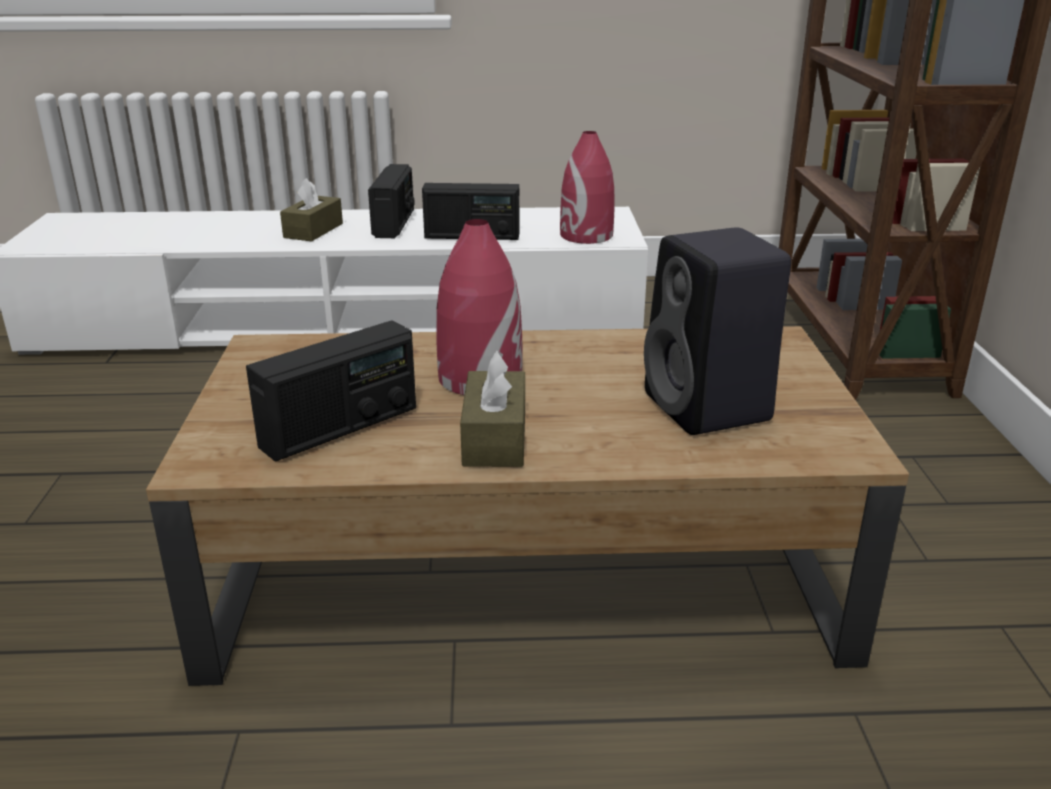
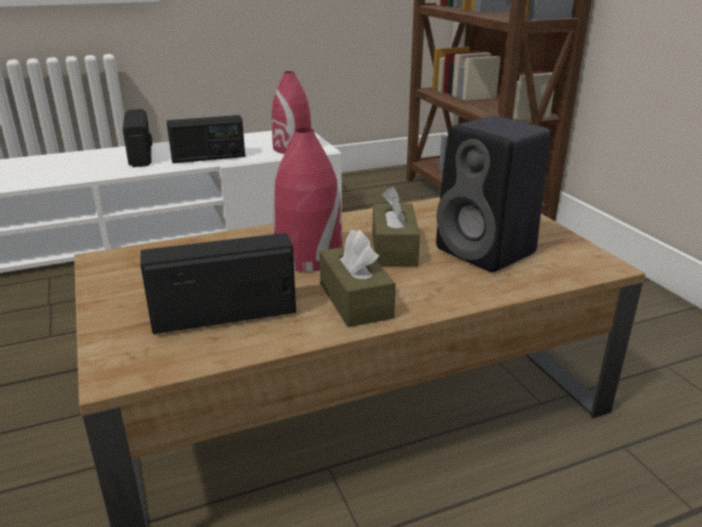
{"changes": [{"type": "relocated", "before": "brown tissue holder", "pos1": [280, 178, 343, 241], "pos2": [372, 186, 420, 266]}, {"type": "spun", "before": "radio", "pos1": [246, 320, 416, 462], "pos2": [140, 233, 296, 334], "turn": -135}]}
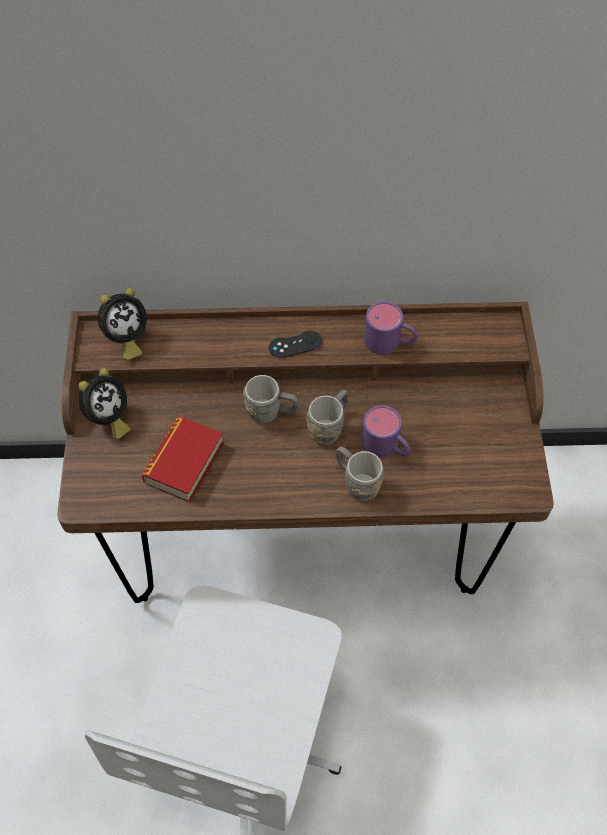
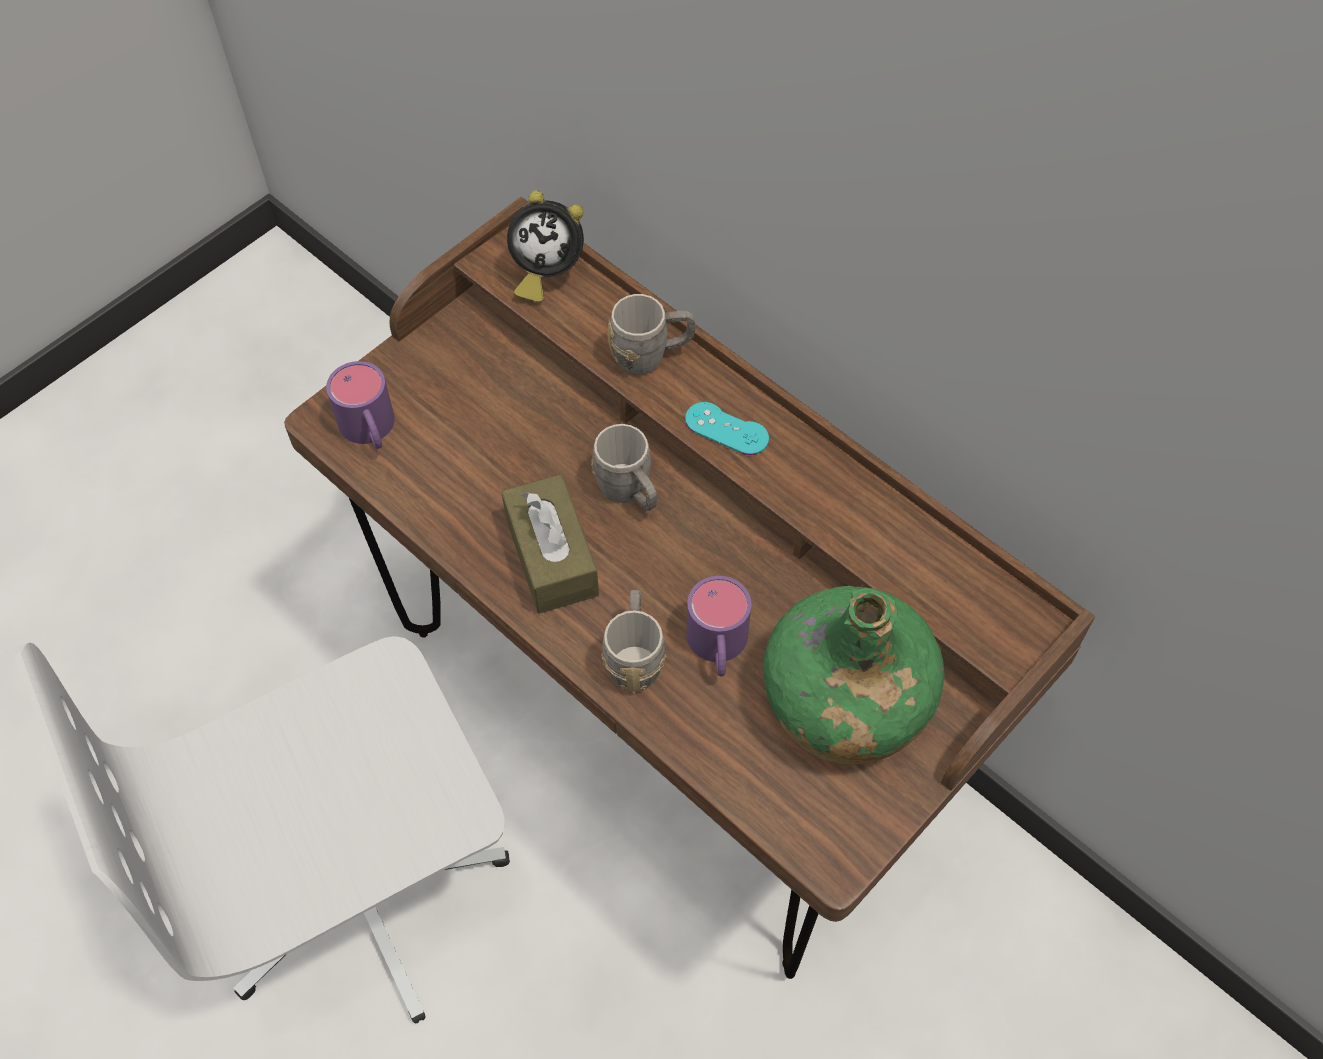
{"changes": [{"type": "missing", "before": "bedside clock", "pos1": [78, 368, 131, 439]}, {"type": "missing", "before": "volume", "pos1": [142, 416, 224, 503]}, {"type": "appeared", "after": "brown tissue holder", "pos2": [501, 474, 599, 614]}, {"type": "appeared", "after": "greenish bottle", "pos2": [763, 586, 944, 764]}, {"type": "relocated", "before": "gray mug", "pos1": [306, 390, 349, 445], "pos2": [607, 294, 695, 375]}, {"type": "relocated", "before": "purple mug", "pos1": [364, 301, 418, 354], "pos2": [326, 361, 395, 449]}, {"type": "colour", "before": "blackish gamepad", "after": "turquoise-coloured gamepad", "pos1": [269, 331, 322, 358], "pos2": [685, 402, 769, 455]}]}
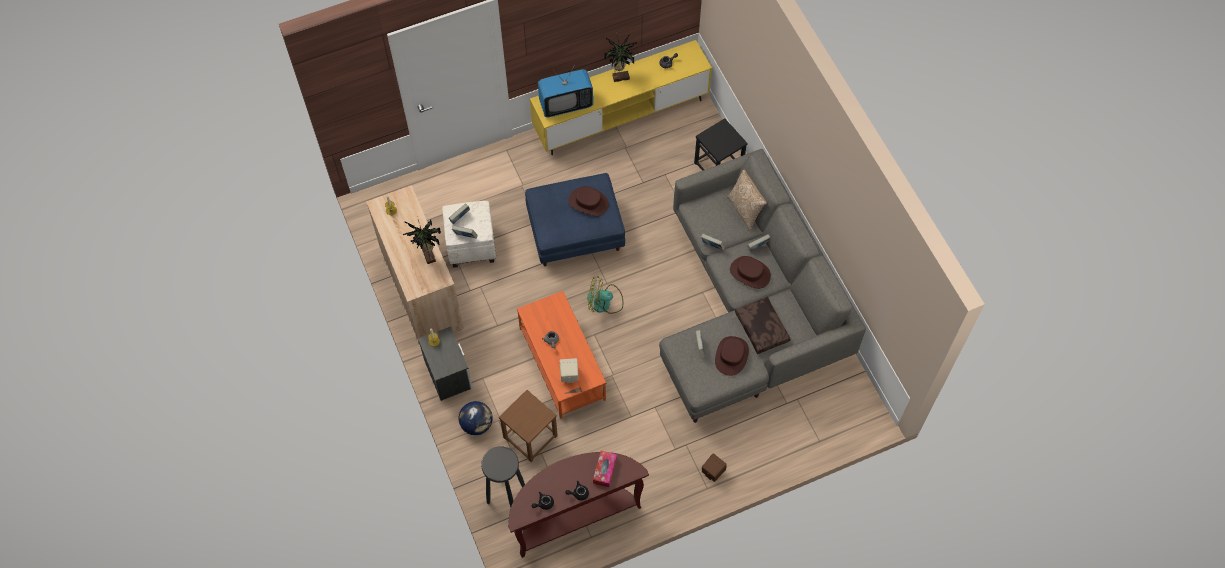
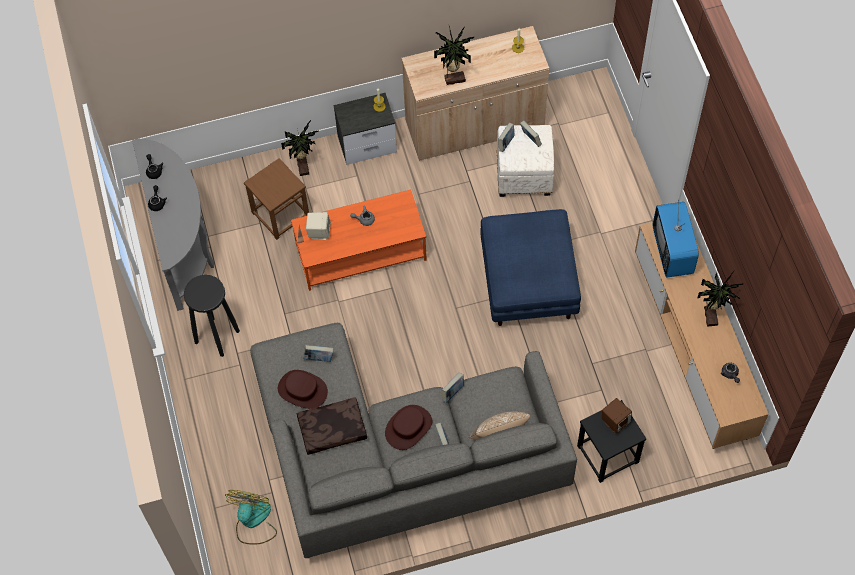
{"changes": [{"type": "missing", "before": "brown clothing hat", "pos1": [568, 186, 609, 216]}, {"type": "missing", "before": "tissue holder", "pos1": [593, 451, 617, 487]}, {"type": "relocated", "before": "blackish stool", "pos1": [481, 447, 525, 507], "pos2": [184, 275, 240, 357]}, {"type": "relocated", "before": "electric fan", "pos1": [587, 276, 623, 314], "pos2": [225, 490, 277, 545]}, {"type": "relocated", "before": "brown audio speaker", "pos1": [702, 453, 727, 482], "pos2": [602, 398, 632, 433]}, {"type": "exchanged", "before": "desk globe", "after": "potted plant", "pos1": [459, 401, 493, 435], "pos2": [281, 120, 319, 176]}, {"type": "colour", "before": "brown console table", "after": "gray console table", "pos1": [508, 452, 649, 558], "pos2": [132, 139, 214, 311]}, {"type": "colour", "before": "yellow tv unit", "after": "brown tv unit", "pos1": [530, 40, 712, 155], "pos2": [635, 222, 769, 449]}]}
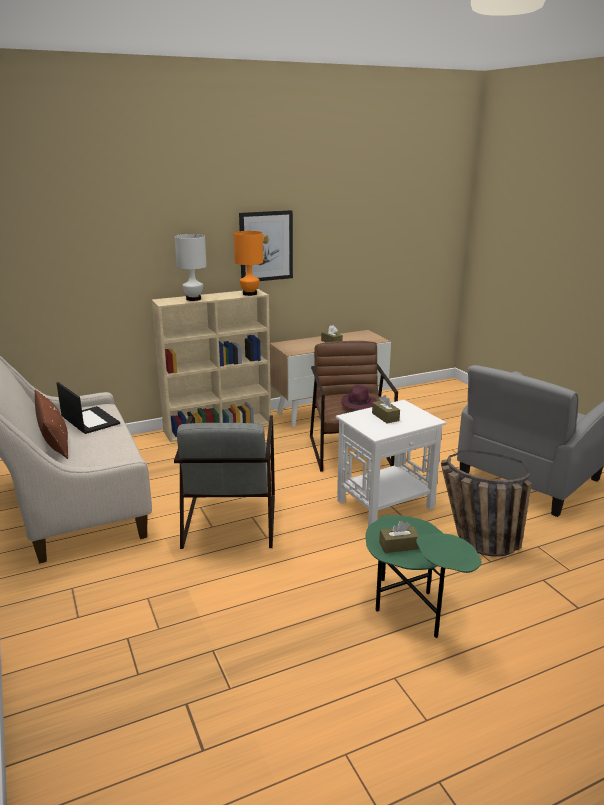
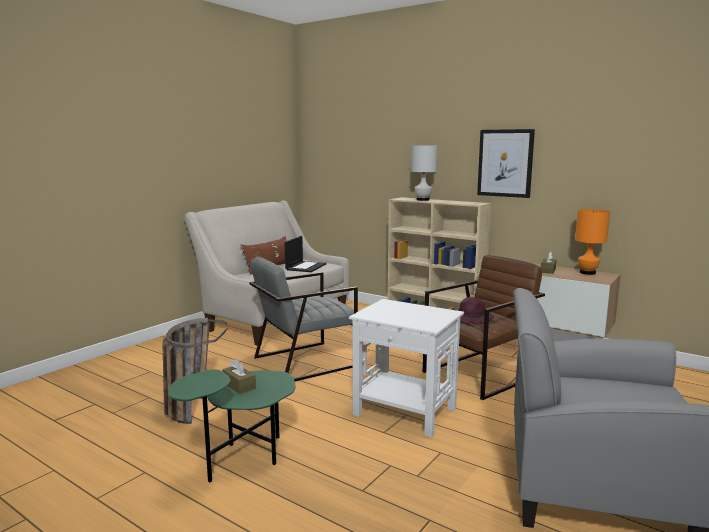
{"changes": [{"type": "missing", "before": "brown tissue holder", "pos1": [372, 395, 400, 424]}, {"type": "relocated", "before": "orangey lamp for a table", "pos1": [234, 231, 263, 296], "pos2": [575, 209, 610, 275]}, {"type": "relocated", "before": "storage basket", "pos1": [441, 450, 532, 557], "pos2": [162, 318, 227, 424]}]}
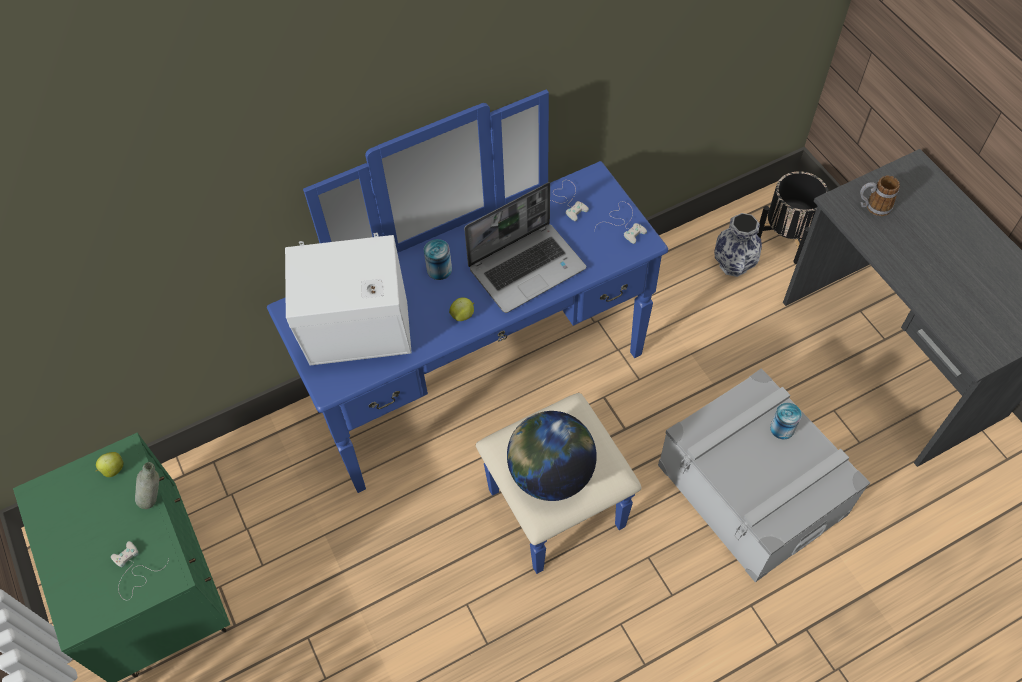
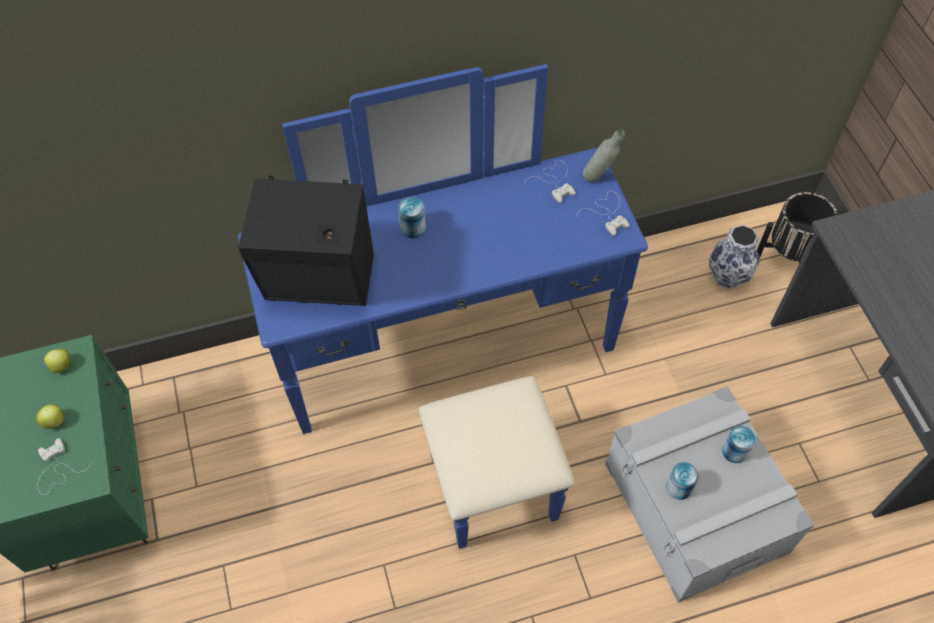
{"changes": [{"type": "missing", "before": "portable computer", "pos1": [464, 182, 586, 313]}, {"type": "missing", "before": "desk globe", "pos1": [507, 411, 597, 501]}, {"type": "missing", "before": "mug", "pos1": [860, 175, 900, 216]}, {"type": "appeared", "after": "sealed can", "pos2": [666, 462, 699, 500]}, {"type": "relocated", "before": "gray bottle", "pos1": [135, 462, 159, 509], "pos2": [583, 129, 625, 183]}, {"type": "relocated", "before": "apple", "pos1": [449, 297, 474, 321], "pos2": [36, 404, 66, 429]}, {"type": "colour", "before": "white-coloured audio speaker", "after": "blackish audio speaker", "pos1": [285, 233, 412, 365], "pos2": [238, 175, 374, 306]}]}
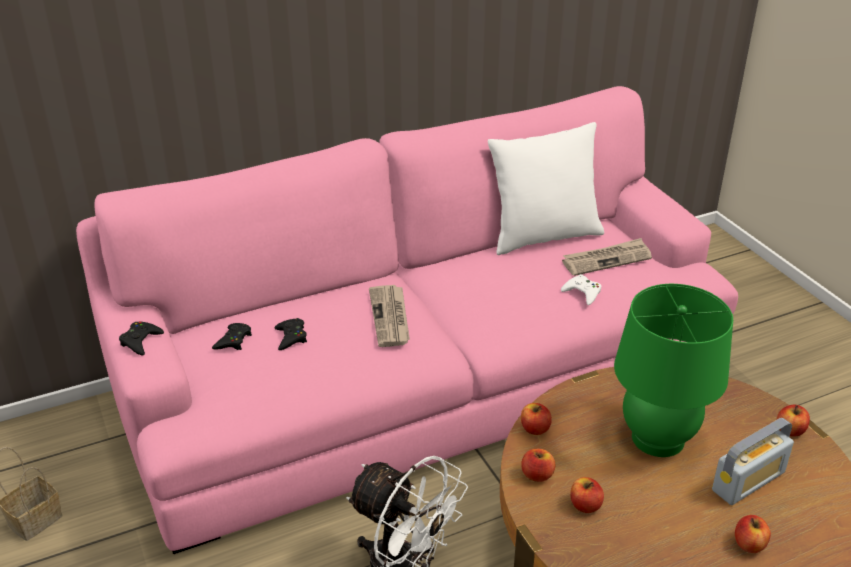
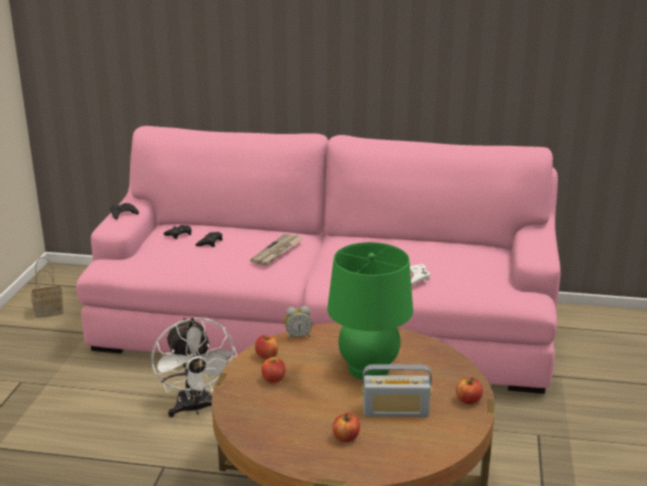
{"changes": [{"type": "missing", "before": "white-coloured pillow", "pos1": [488, 122, 604, 255]}, {"type": "missing", "before": "daily paper", "pos1": [562, 238, 652, 276]}, {"type": "exchanged", "before": "apple", "after": "bedside clock", "pos1": [521, 403, 552, 435], "pos2": [285, 306, 312, 340]}]}
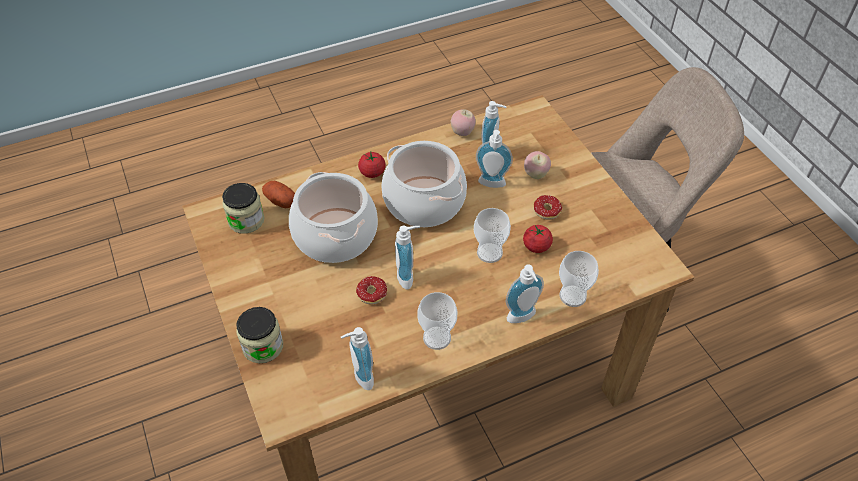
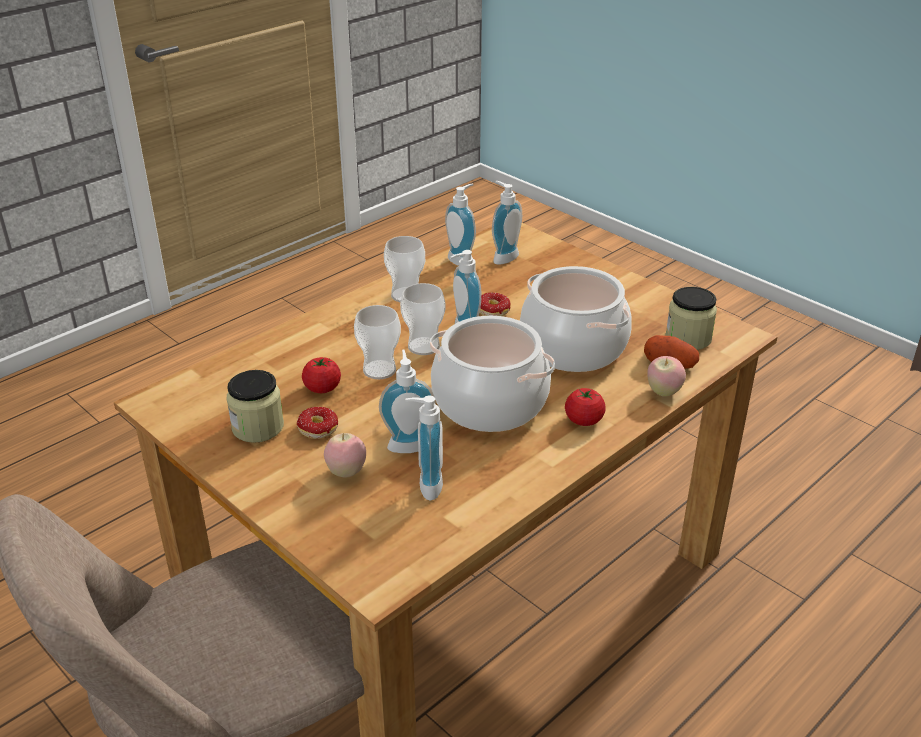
{"changes": [{"type": "relocated", "before": "jar", "pos1": [236, 307, 283, 363], "pos2": [227, 370, 284, 443]}, {"type": "relocated", "before": "apple", "pos1": [451, 109, 476, 136], "pos2": [647, 356, 686, 397]}, {"type": "relocated", "before": "soap bottle", "pos1": [506, 264, 544, 323], "pos2": [492, 181, 522, 265]}, {"type": "relocated", "before": "small cup", "pos1": [559, 251, 599, 307], "pos2": [400, 283, 445, 355]}]}
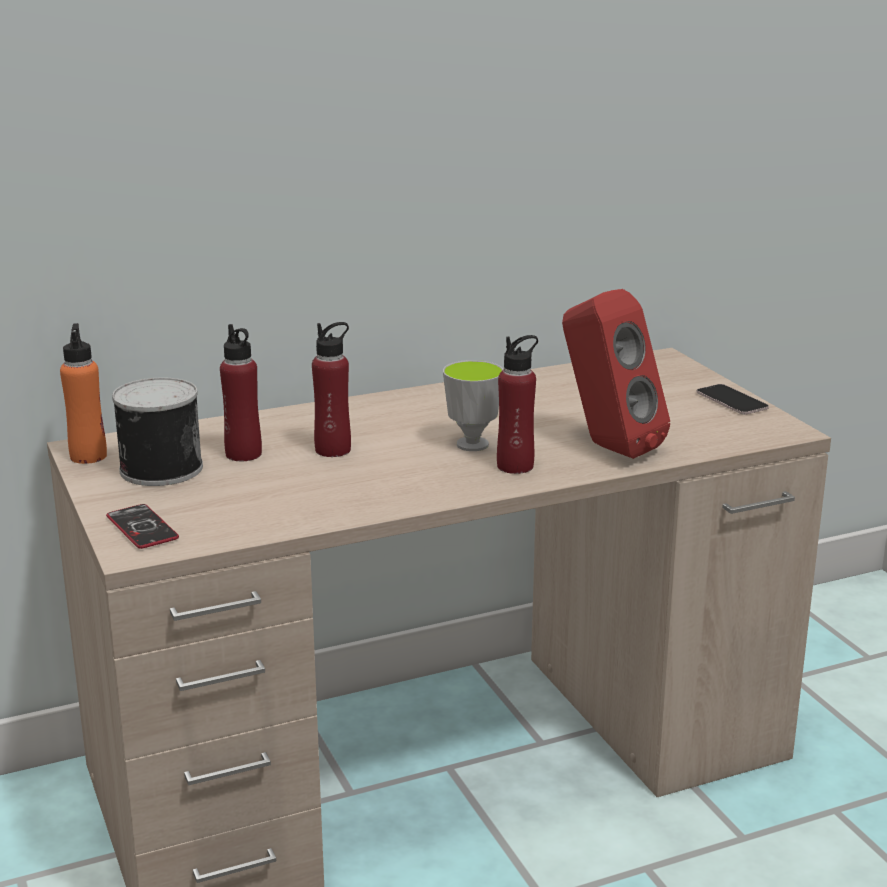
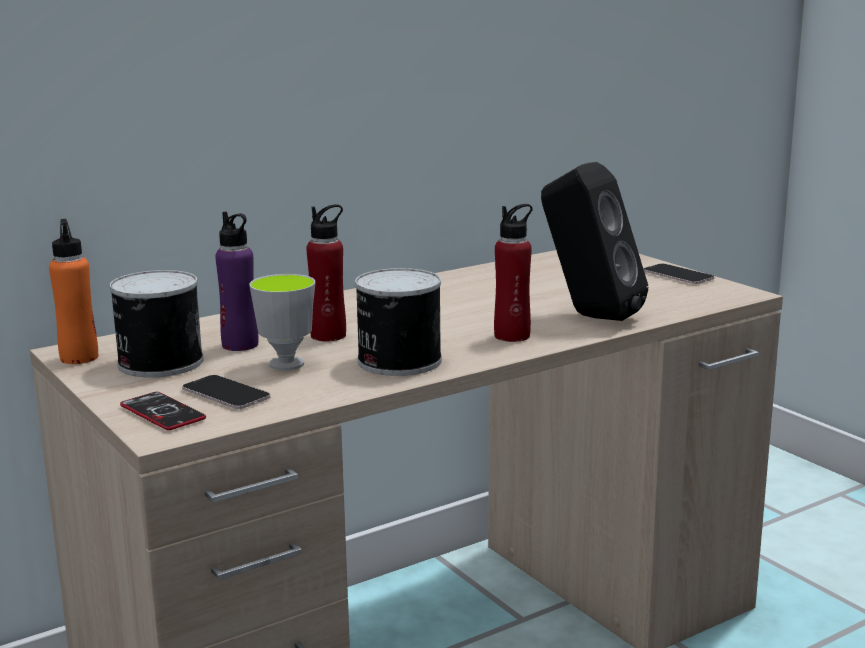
{"changes": [{"type": "appeared", "after": "handset", "pos2": [182, 375, 270, 409]}, {"type": "appeared", "after": "sealed can", "pos2": [355, 268, 442, 376]}, {"type": "relocated", "before": "small cup", "pos1": [443, 360, 504, 451], "pos2": [249, 274, 316, 371]}, {"type": "colour", "before": "red-coloured bottle", "after": "purple bottle", "pos1": [220, 324, 262, 461], "pos2": [215, 212, 258, 351]}, {"type": "colour", "before": "red-coloured audio speaker", "after": "blackish audio speaker", "pos1": [562, 289, 670, 459], "pos2": [541, 162, 648, 321]}]}
